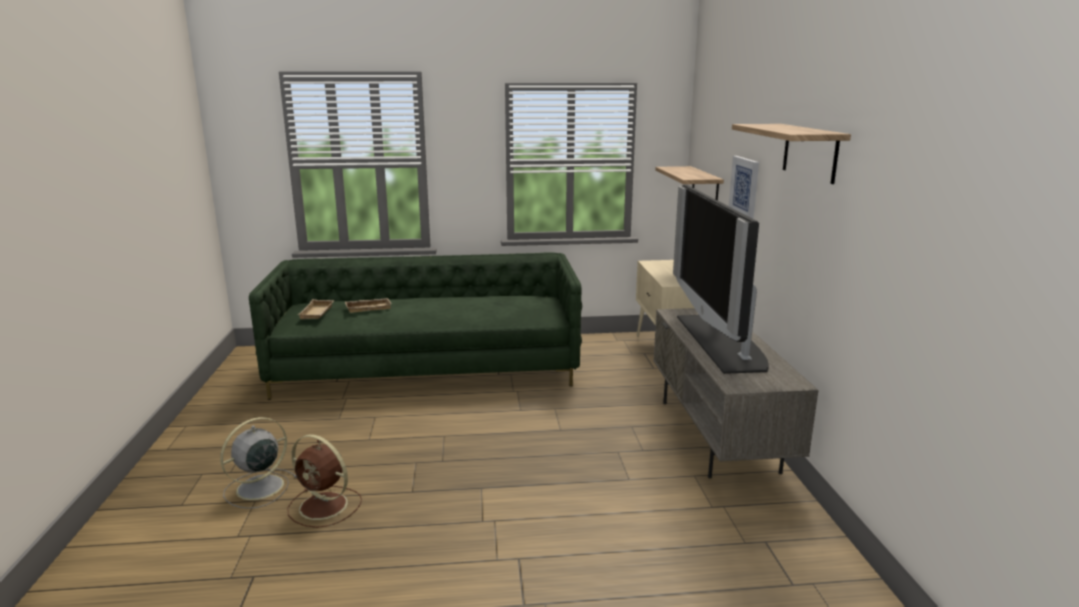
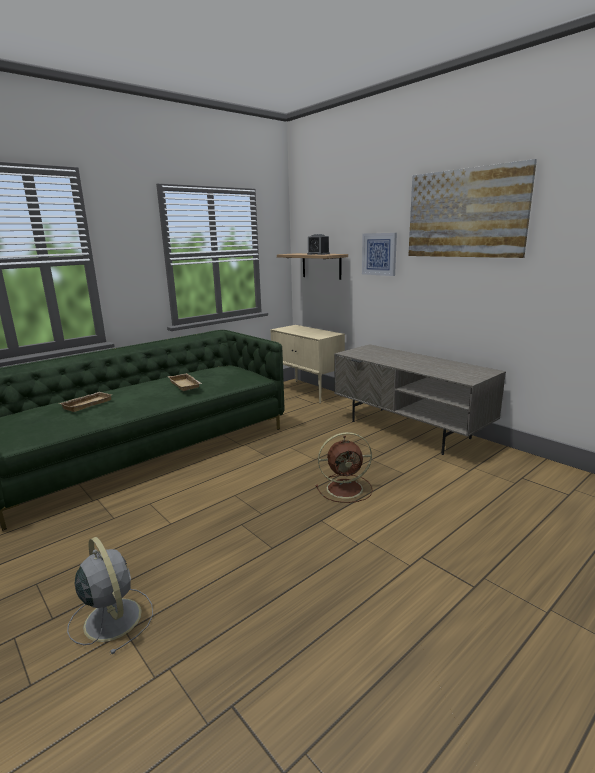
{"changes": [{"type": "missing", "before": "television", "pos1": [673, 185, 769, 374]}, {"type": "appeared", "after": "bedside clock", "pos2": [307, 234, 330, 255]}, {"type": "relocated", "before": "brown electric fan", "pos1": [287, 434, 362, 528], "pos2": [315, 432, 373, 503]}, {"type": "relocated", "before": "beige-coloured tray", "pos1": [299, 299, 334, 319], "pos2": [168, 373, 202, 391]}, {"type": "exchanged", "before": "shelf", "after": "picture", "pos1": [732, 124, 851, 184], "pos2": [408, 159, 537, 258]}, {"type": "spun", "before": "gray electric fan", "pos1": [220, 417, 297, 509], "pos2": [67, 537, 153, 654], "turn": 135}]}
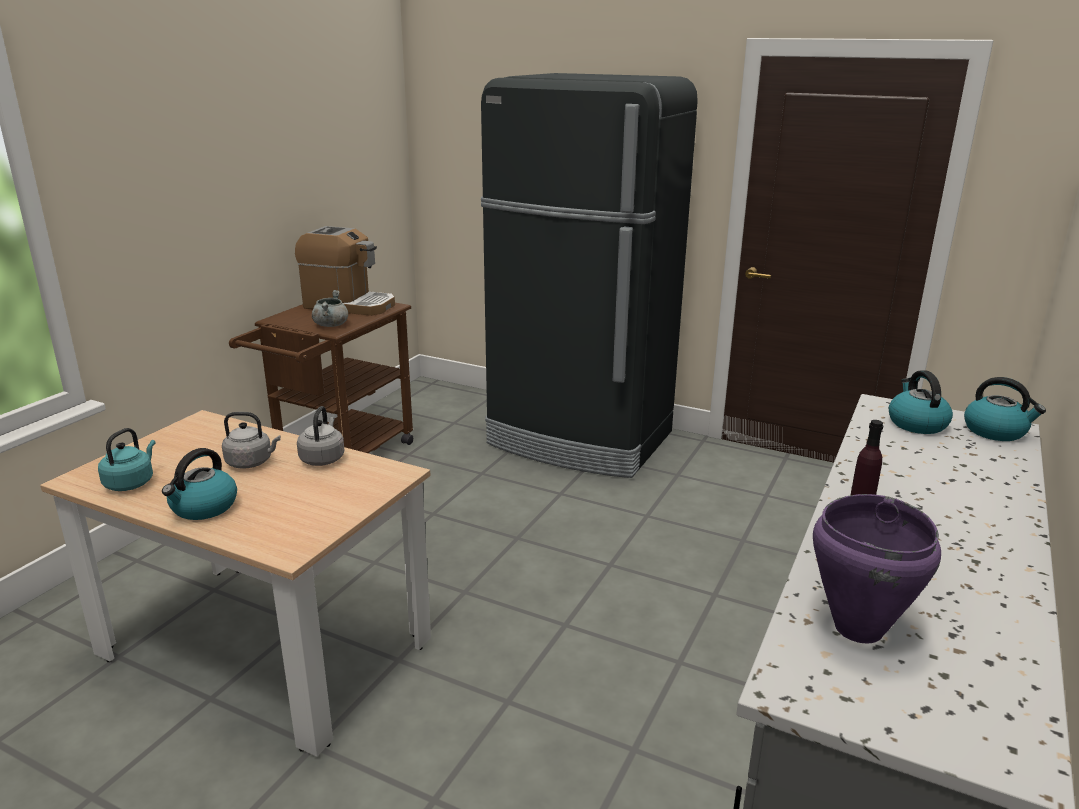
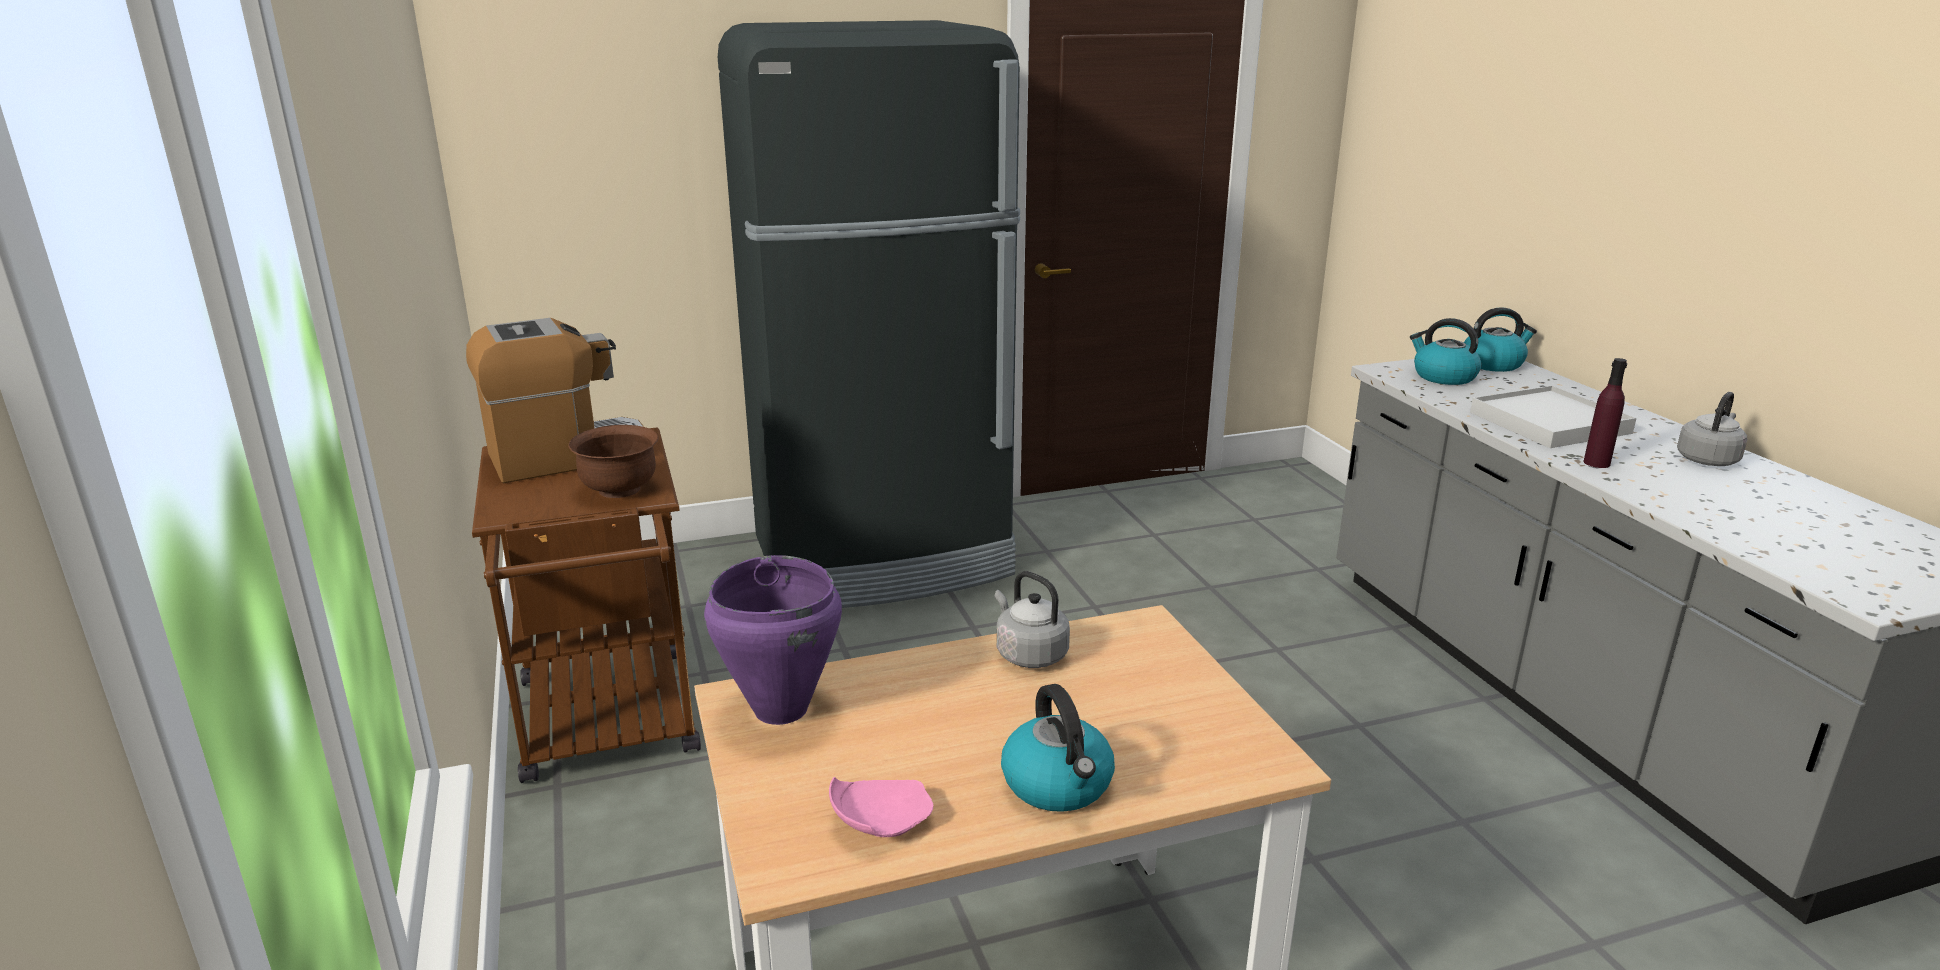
{"changes": [{"type": "appeared", "after": "white-coloured tray", "pos2": [1470, 386, 1636, 448]}, {"type": "relocated", "before": "gray water kettle", "pos1": [222, 412, 281, 469], "pos2": [1677, 392, 1747, 466]}, {"type": "relocated", "before": "purple saucepot", "pos1": [813, 494, 941, 643], "pos2": [704, 555, 842, 725]}, {"type": "exchanged", "before": "turquoise-coloured water kettle", "after": "pink-coloured plate", "pos1": [98, 428, 156, 491], "pos2": [829, 777, 933, 837]}, {"type": "exchanged", "before": "gray saucepot", "after": "brown serving bowl", "pos1": [312, 290, 348, 327], "pos2": [568, 425, 659, 498]}]}
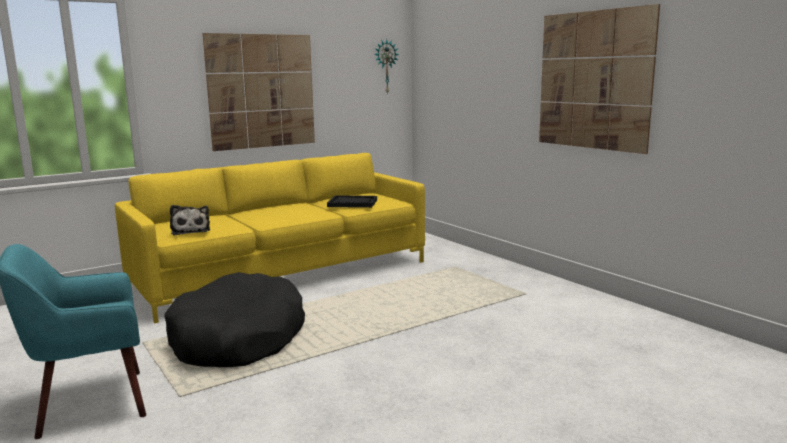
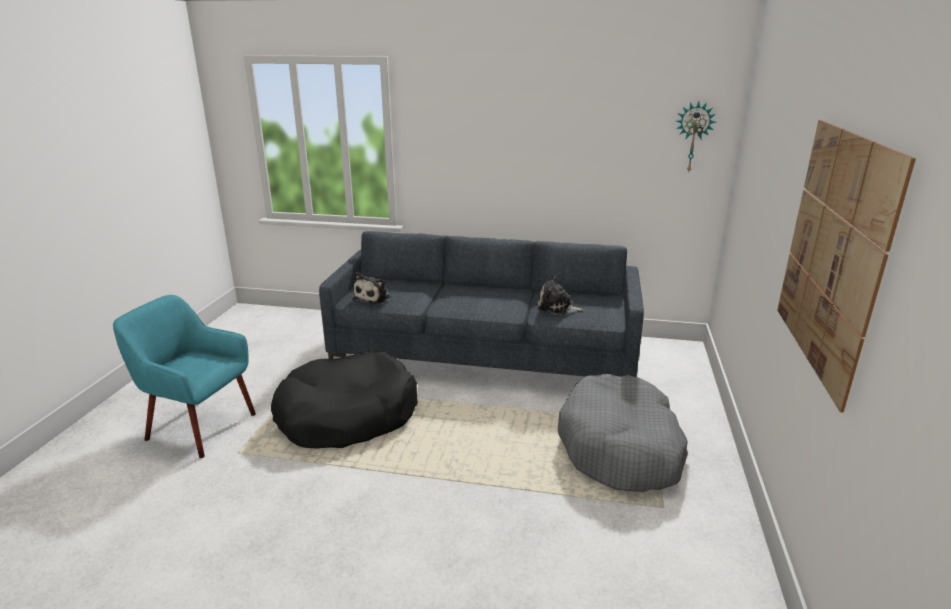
{"changes": [{"type": "missing", "before": "picture", "pos1": [203, 33, 315, 151]}, {"type": "appeared", "after": "gray dog cushion", "pos2": [558, 374, 688, 492]}, {"type": "exchanged", "before": "blackish tray", "after": "plush toy", "pos1": [327, 195, 377, 208], "pos2": [537, 276, 584, 315]}, {"type": "colour", "before": "yellow settee", "after": "gray settee", "pos1": [115, 153, 425, 323], "pos2": [319, 231, 644, 377]}]}
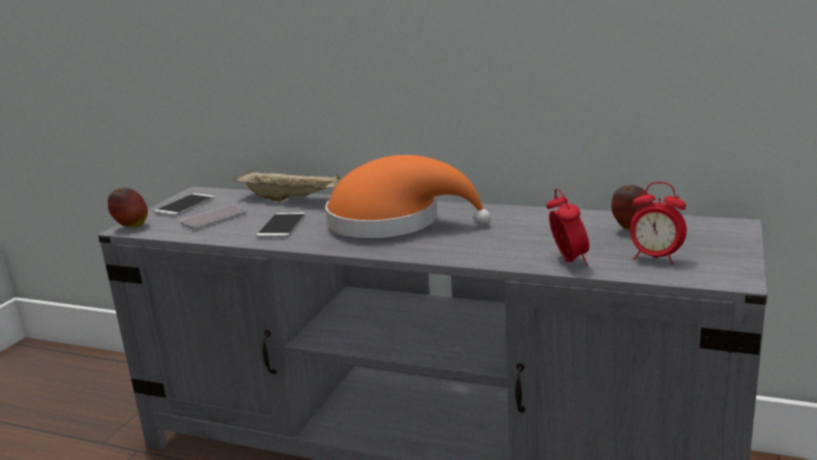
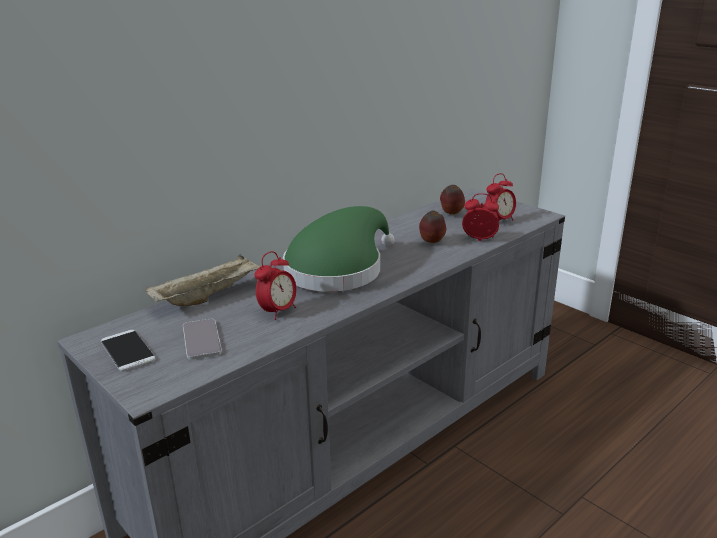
{"changes": [{"type": "relocated", "before": "apple", "pos1": [108, 188, 148, 227], "pos2": [419, 210, 446, 243]}, {"type": "exchanged", "before": "handset", "after": "bedside clock", "pos1": [256, 213, 305, 238], "pos2": [255, 251, 297, 320]}, {"type": "colour", "before": "orangey clothing hat", "after": "greenish clothing hat", "pos1": [325, 155, 491, 238], "pos2": [283, 206, 395, 291]}]}
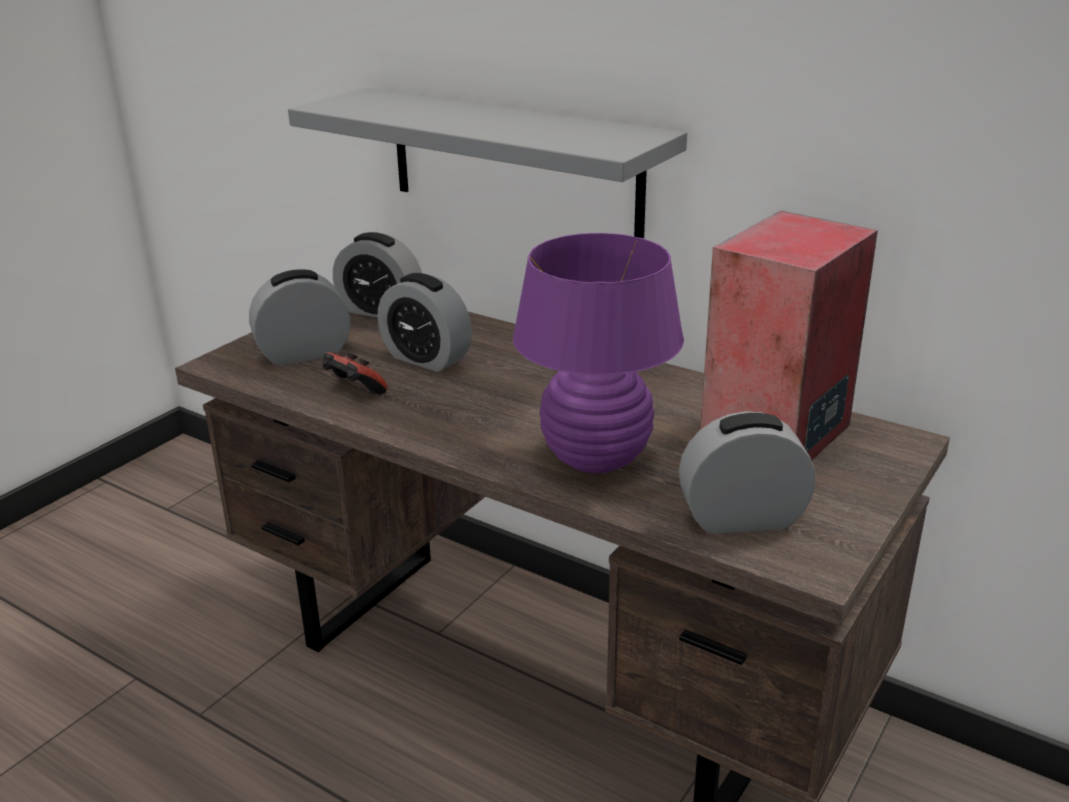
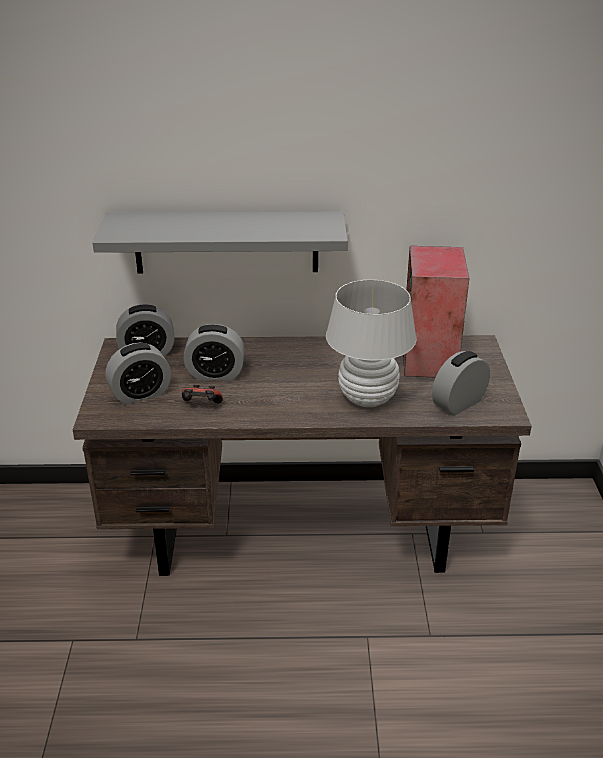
{"changes": [{"type": "colour", "before": "purple lamp for a table", "after": "white-coloured lamp for a table", "pos1": [513, 233, 684, 473], "pos2": [326, 280, 416, 407]}, {"type": "spun", "before": "bedside clock", "pos1": [249, 269, 350, 366], "pos2": [106, 343, 171, 404], "turn": -150}]}
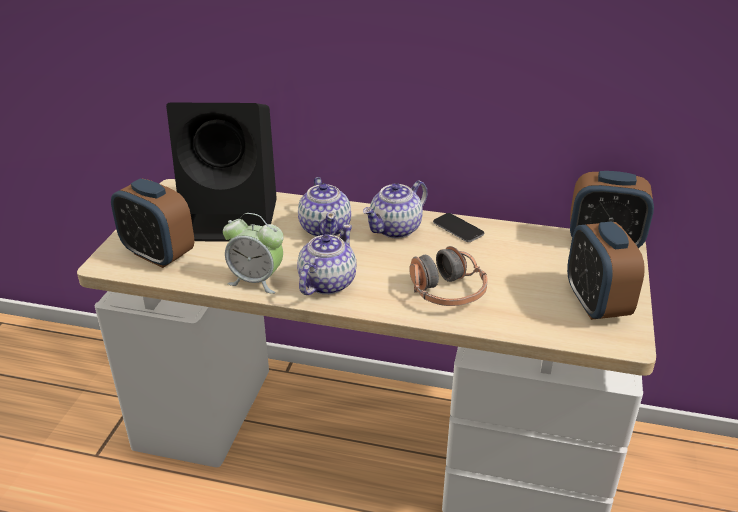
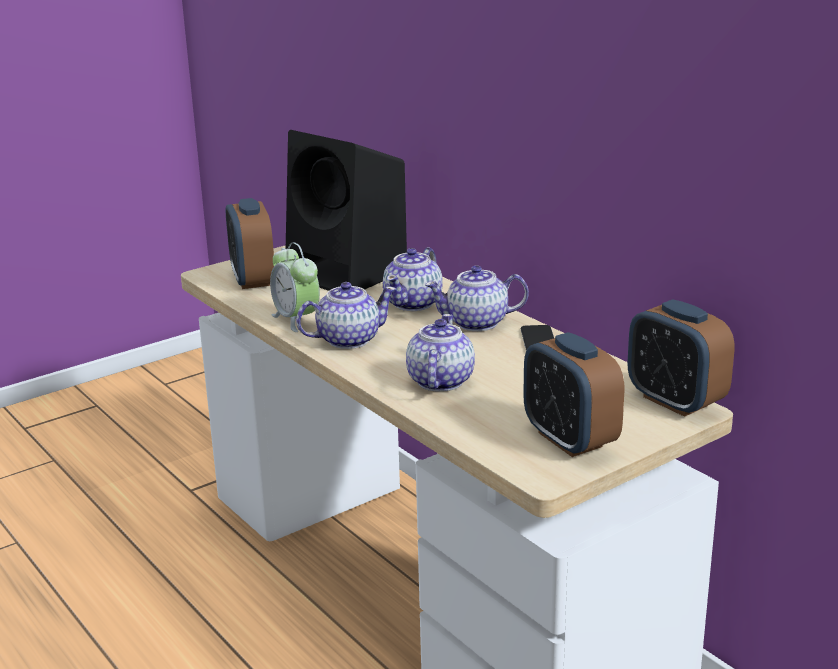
{"changes": [{"type": "exchanged", "before": "pair of headphones", "after": "pot for tea", "pos1": [409, 246, 488, 306], "pos2": [406, 314, 475, 392]}, {"type": "spun", "before": "bedside clock", "pos1": [567, 221, 645, 320], "pos2": [523, 332, 624, 457], "turn": -60}]}
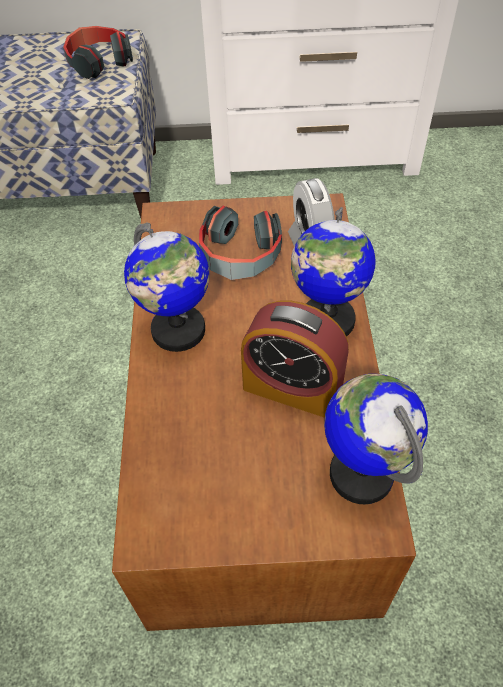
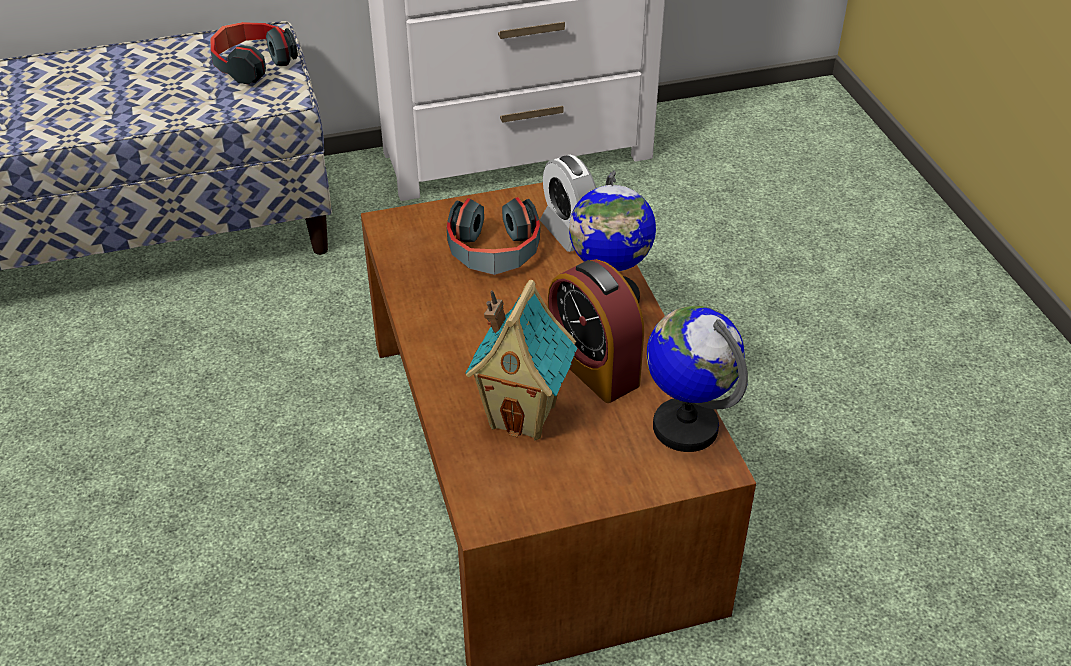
{"changes": [{"type": "missing", "before": "desk globe", "pos1": [124, 222, 209, 352]}, {"type": "appeared", "after": "miniature house", "pos2": [466, 280, 577, 440]}, {"type": "spun", "before": "bedside clock", "pos1": [241, 301, 349, 418], "pos2": [548, 259, 644, 403], "turn": 45}]}
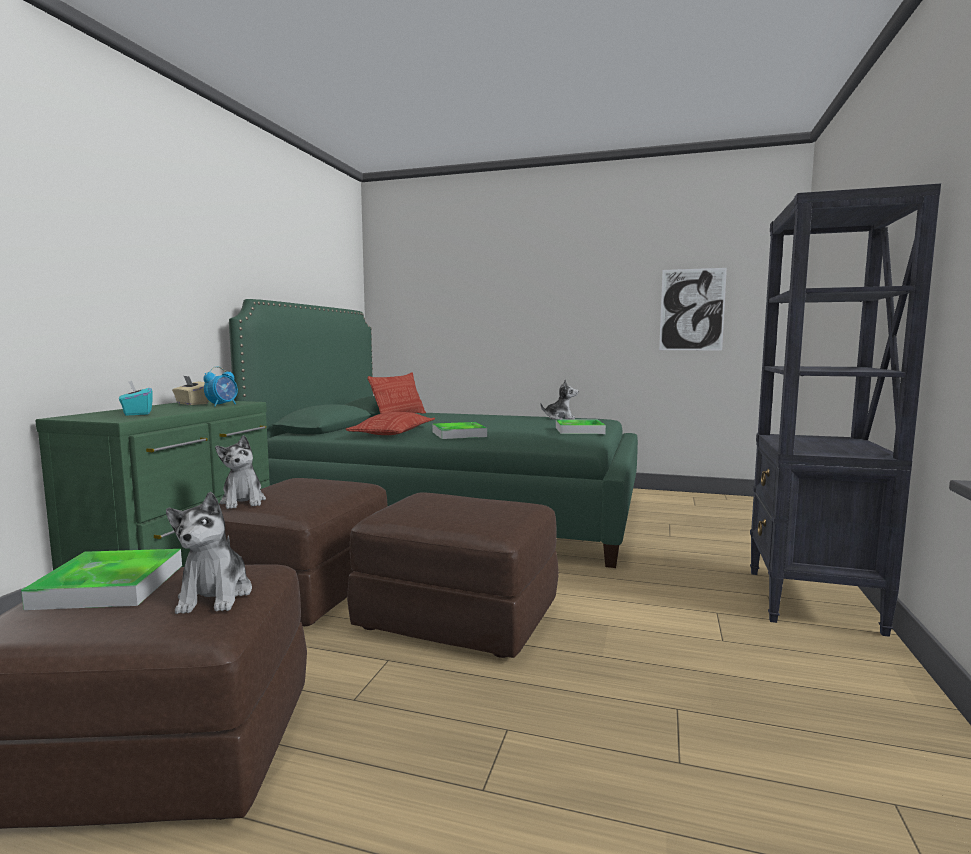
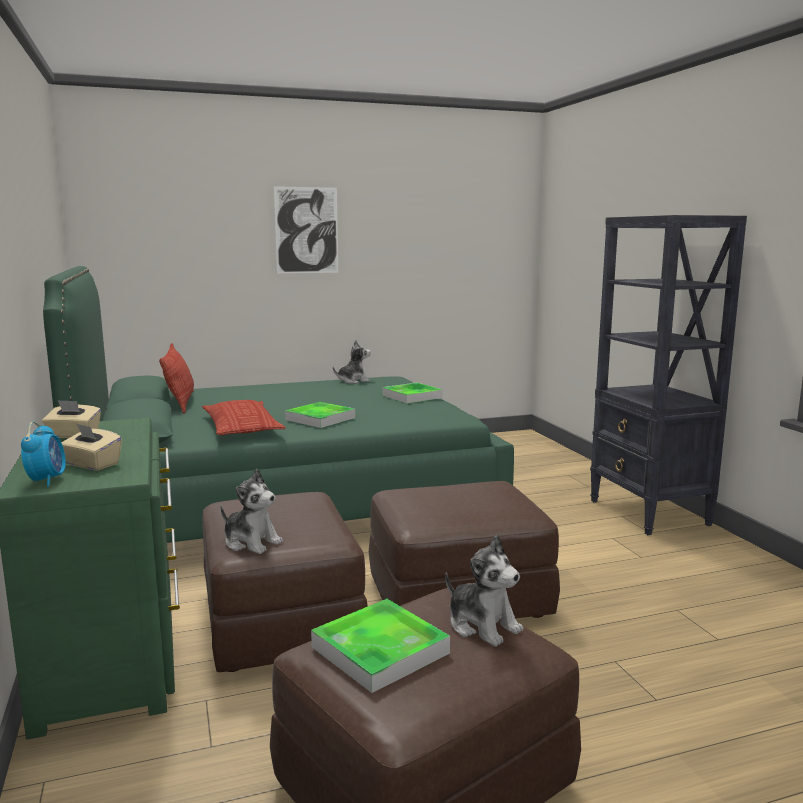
{"changes": [{"type": "relocated", "before": "bedside clock", "pos1": [203, 366, 238, 407], "pos2": [21, 421, 66, 487]}, {"type": "relocated", "before": "picture", "pos1": [659, 268, 727, 350], "pos2": [274, 186, 338, 274]}, {"type": "colour", "before": "turquoise-coloured tissue holder", "after": "beige-coloured tissue holder", "pos1": [119, 380, 152, 416], "pos2": [61, 423, 122, 471]}]}
